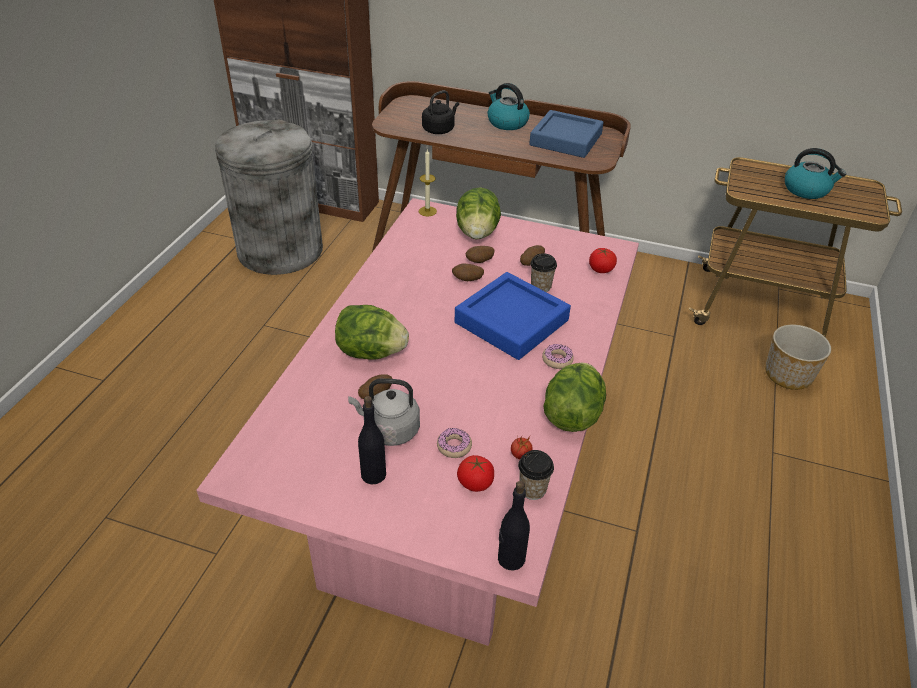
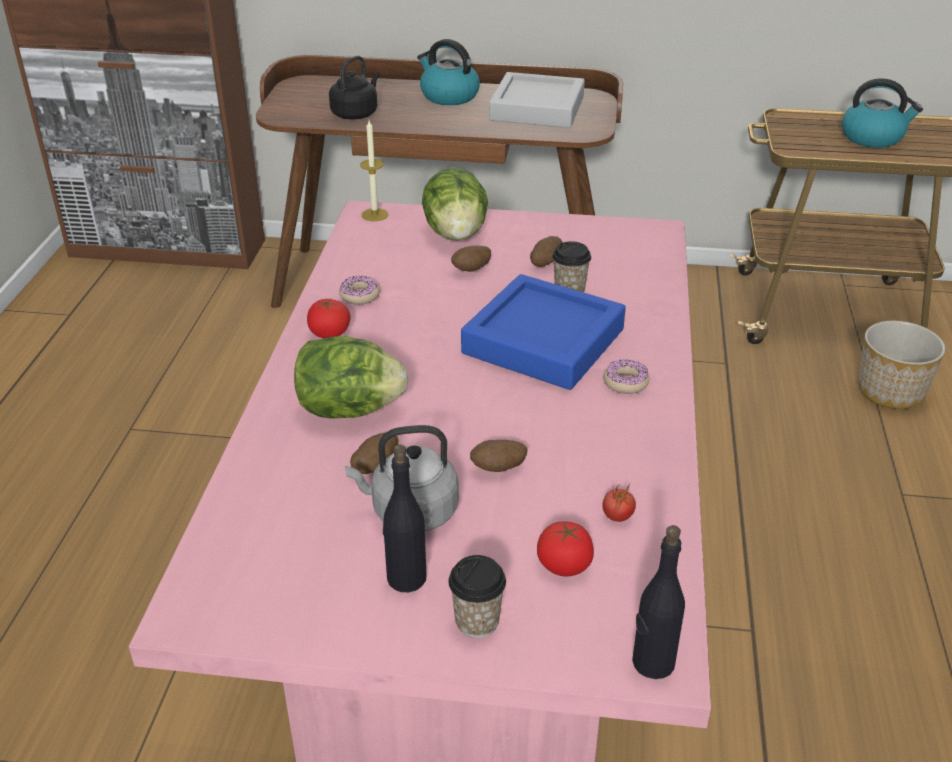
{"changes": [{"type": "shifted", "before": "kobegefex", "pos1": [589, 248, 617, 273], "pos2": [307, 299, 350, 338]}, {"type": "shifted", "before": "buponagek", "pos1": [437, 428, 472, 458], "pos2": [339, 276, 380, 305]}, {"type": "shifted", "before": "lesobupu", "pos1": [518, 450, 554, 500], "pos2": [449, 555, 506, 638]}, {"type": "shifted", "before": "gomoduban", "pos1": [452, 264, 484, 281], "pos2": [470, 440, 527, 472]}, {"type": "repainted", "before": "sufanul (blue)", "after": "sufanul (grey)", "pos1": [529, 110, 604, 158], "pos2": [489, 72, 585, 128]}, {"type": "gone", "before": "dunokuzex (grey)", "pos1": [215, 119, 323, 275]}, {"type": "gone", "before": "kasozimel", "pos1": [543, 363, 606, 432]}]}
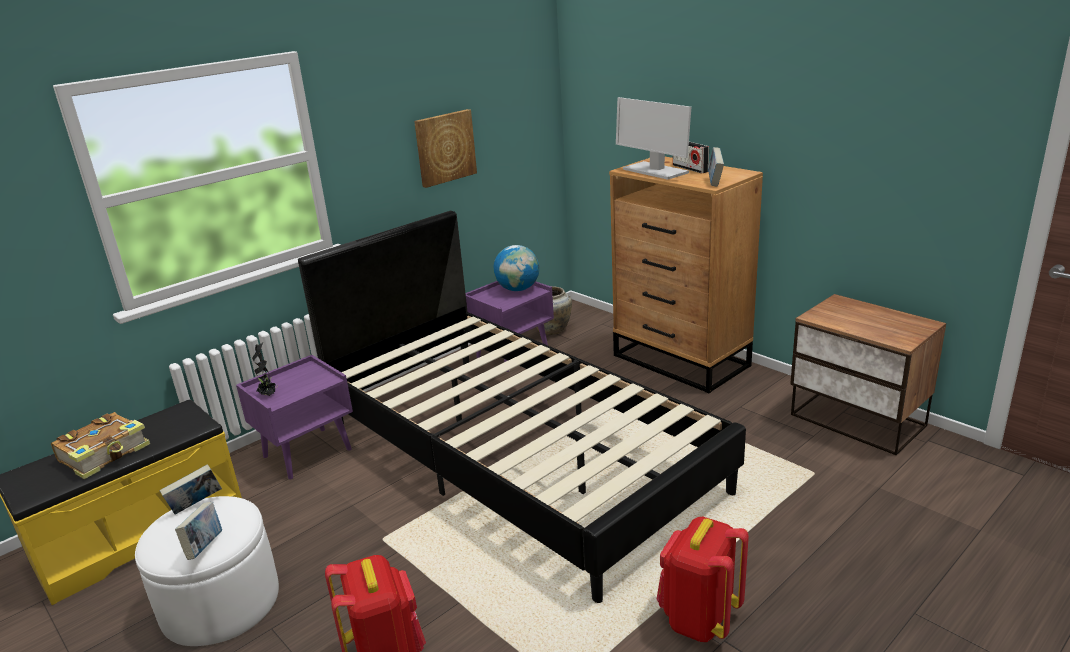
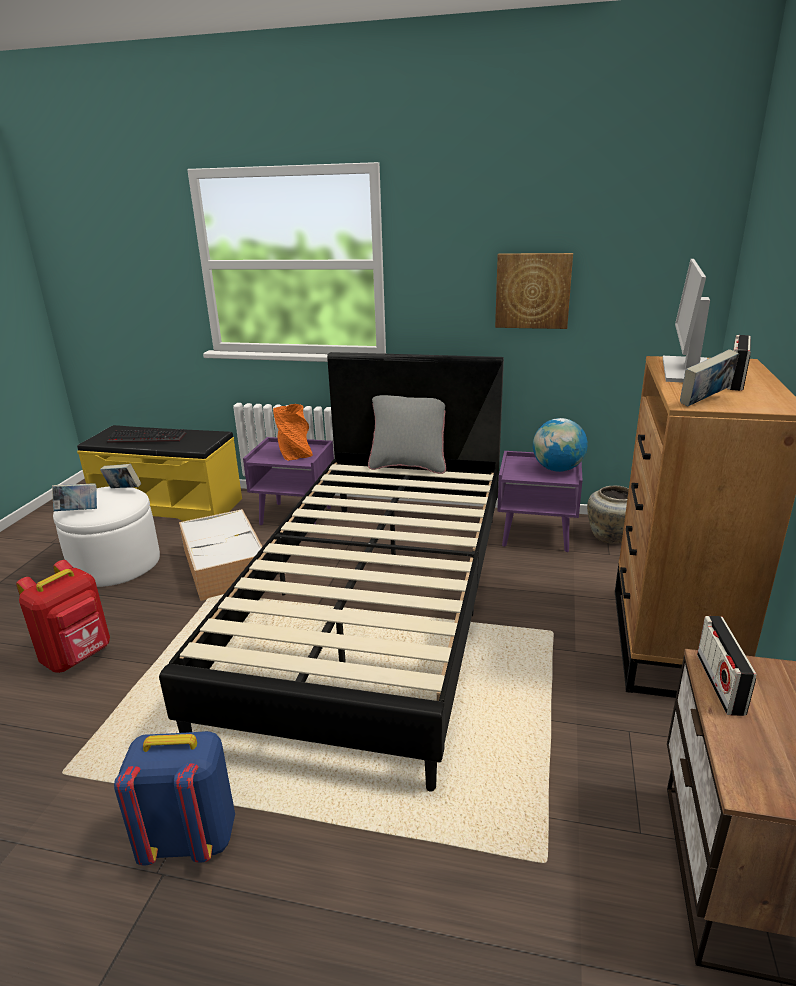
{"changes": [{"type": "swapped", "before": "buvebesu", "after": "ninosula", "pos1": [51, 412, 150, 479], "pos2": [107, 429, 186, 443]}, {"type": "repainted", "before": "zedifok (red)", "after": "zedifok (blue)", "pos1": [657, 517, 749, 642], "pos2": [114, 731, 235, 865]}, {"type": "new", "after": "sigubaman", "pos2": [179, 509, 263, 601]}, {"type": "new", "after": "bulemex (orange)", "pos2": [273, 404, 313, 461]}, {"type": "new", "after": "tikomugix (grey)", "pos2": [368, 395, 446, 474]}, {"type": "new", "after": "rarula", "pos2": [697, 616, 756, 716]}, {"type": "gone", "before": "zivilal", "pos1": [252, 342, 276, 396]}]}
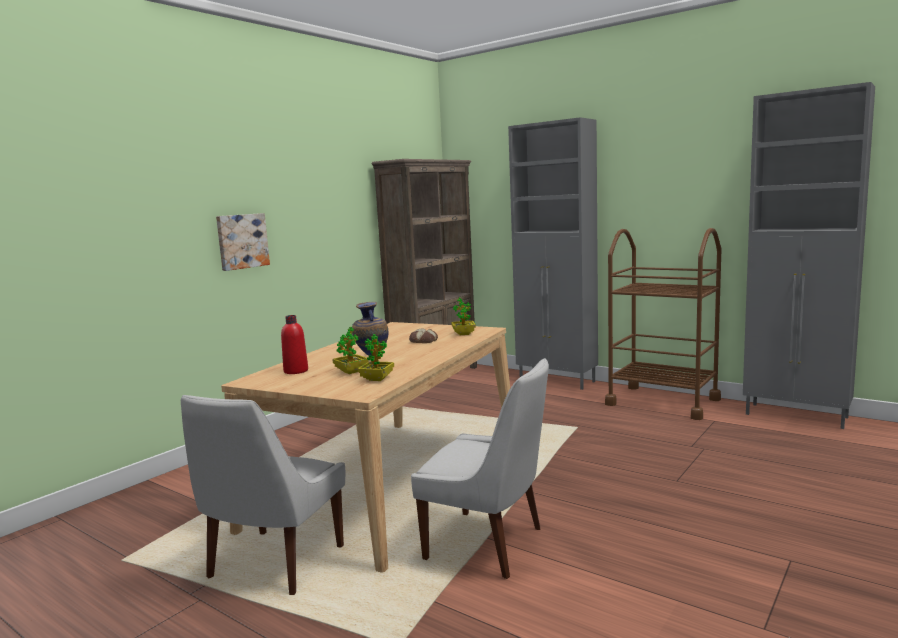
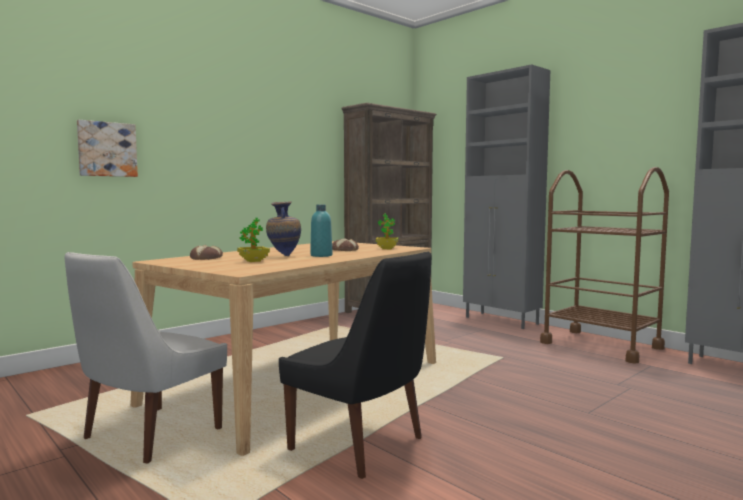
{"changes": [{"type": "shifted", "before": "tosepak", "pos1": [216, 213, 270, 271], "pos2": [77, 120, 138, 177]}, {"type": "swapped", "before": "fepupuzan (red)", "after": "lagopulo", "pos1": [281, 315, 308, 374], "pos2": [190, 245, 223, 260]}, {"type": "repainted", "before": "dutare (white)", "after": "dutare (black)", "pos1": [411, 358, 549, 579], "pos2": [279, 251, 432, 479]}, {"type": "new", "after": "fepupuzan (turquoise)", "pos2": [310, 204, 333, 257]}, {"type": "gone", "before": "zivilal", "pos1": [358, 334, 394, 381]}]}
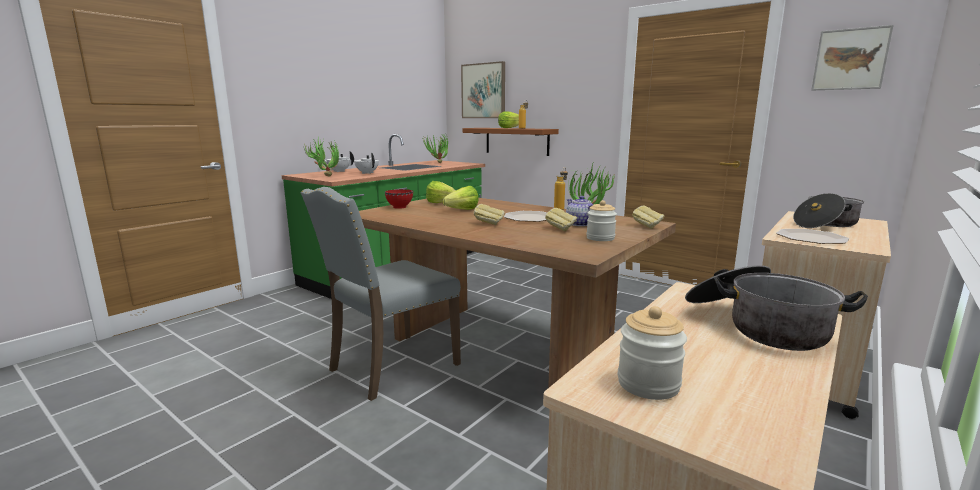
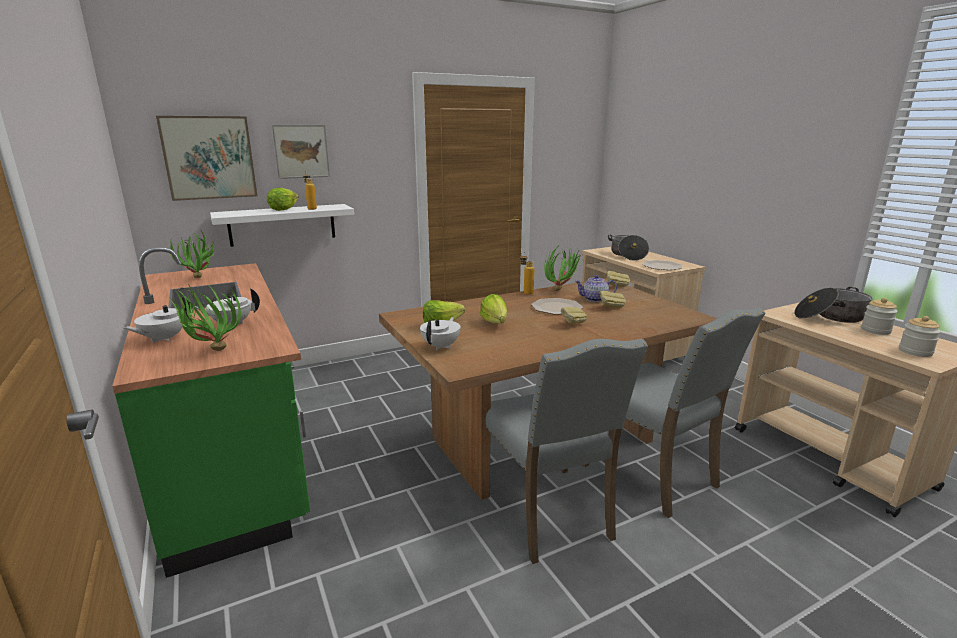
{"changes": [{"type": "repainted", "before": "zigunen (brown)", "after": "zigunen (white)", "pos1": [462, 128, 559, 156], "pos2": [210, 204, 354, 247]}, {"type": "shifted", "before": "tosepak", "pos1": [811, 25, 894, 90], "pos2": [272, 125, 330, 179]}, {"type": "swapped", "before": "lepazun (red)", "after": "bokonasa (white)", "pos1": [385, 189, 413, 209], "pos2": [420, 317, 461, 350]}, {"type": "new", "after": "dutare (grey)", "pos2": [583, 308, 766, 518]}, {"type": "shifted", "before": "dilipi", "pos1": [586, 200, 617, 241], "pos2": [861, 298, 898, 335]}]}
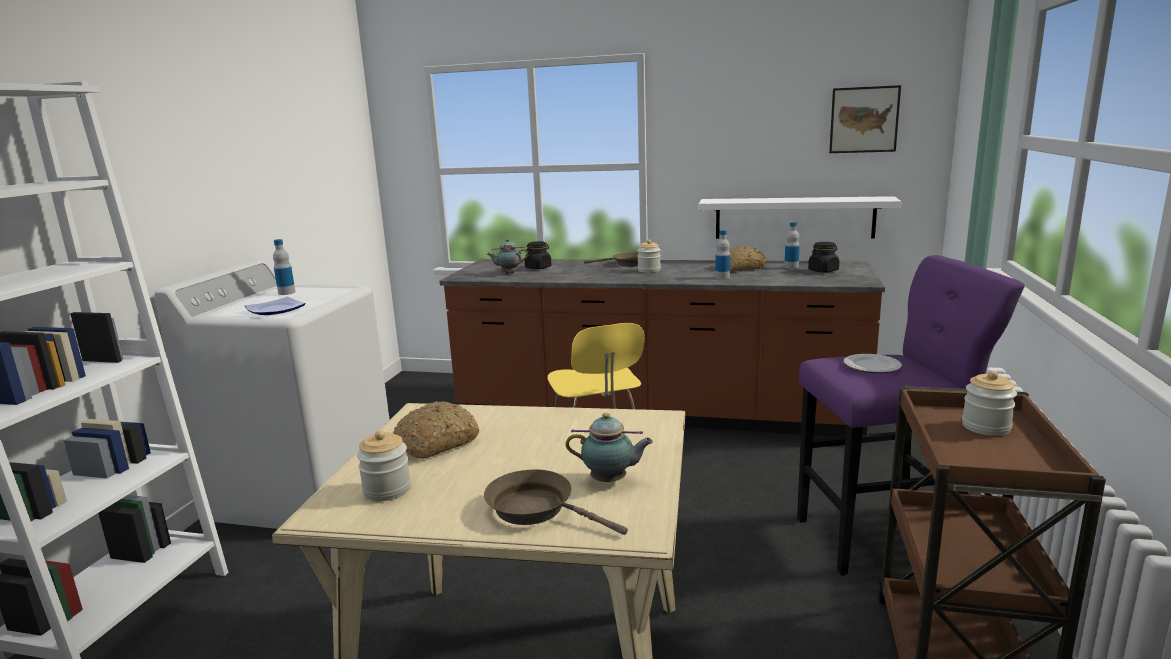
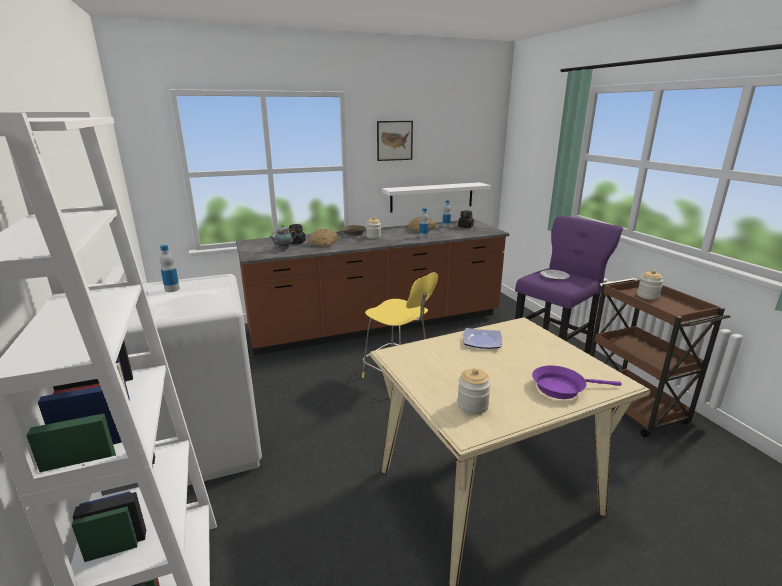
{"changes": [{"type": "shifted", "before": "lagopulo", "pos1": [393, 401, 479, 459], "pos2": [309, 229, 338, 247]}, {"type": "shifted", "before": "tosepak", "pos1": [829, 85, 901, 153], "pos2": [377, 121, 413, 161]}, {"type": "shifted", "before": "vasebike", "pos1": [245, 297, 306, 315], "pos2": [463, 328, 502, 349]}, {"type": "repainted", "before": "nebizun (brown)", "after": "nebizun (purple)", "pos1": [484, 469, 628, 535], "pos2": [532, 365, 622, 399]}, {"type": "gone", "before": "bokonasa", "pos1": [566, 413, 653, 482]}]}
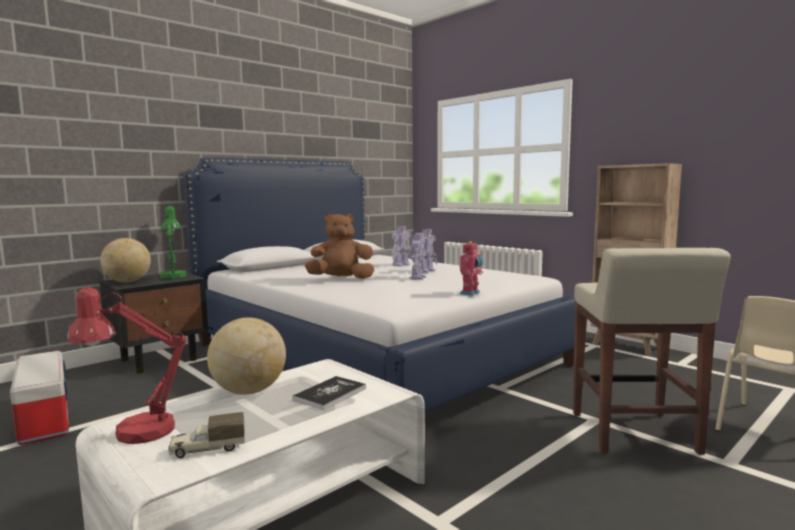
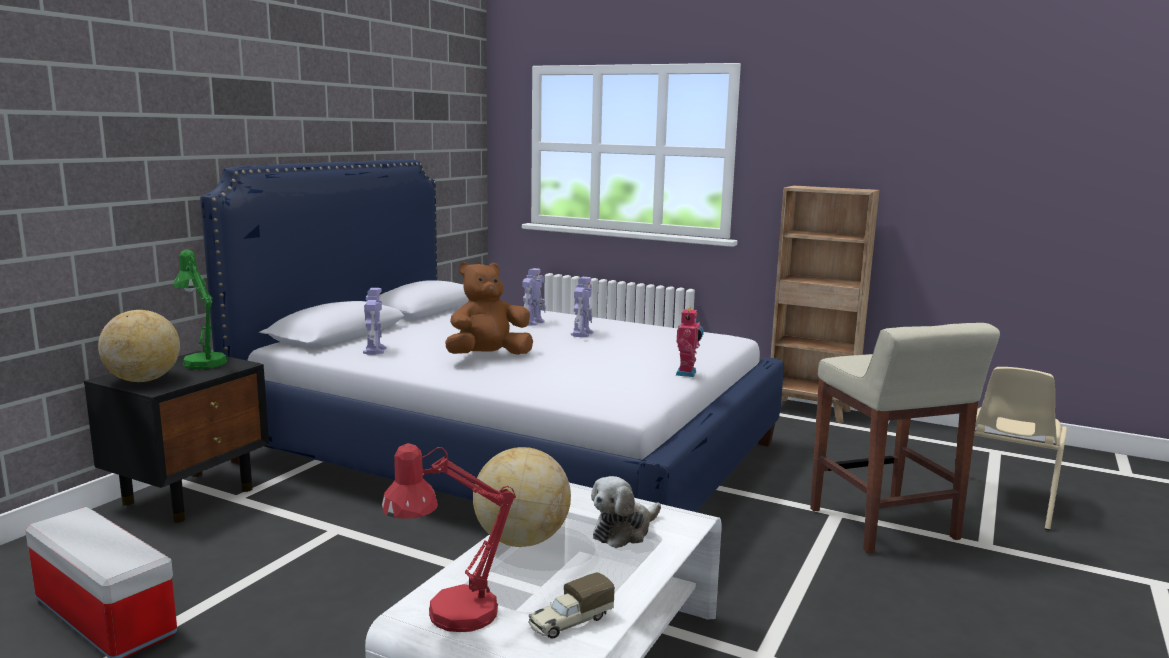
{"changes": [{"type": "shifted", "before": "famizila", "pos1": [409, 233, 426, 280], "pos2": [363, 288, 386, 355]}, {"type": "swapped", "before": "buvebesu", "after": "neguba", "pos1": [292, 376, 366, 410], "pos2": [591, 476, 661, 548]}]}
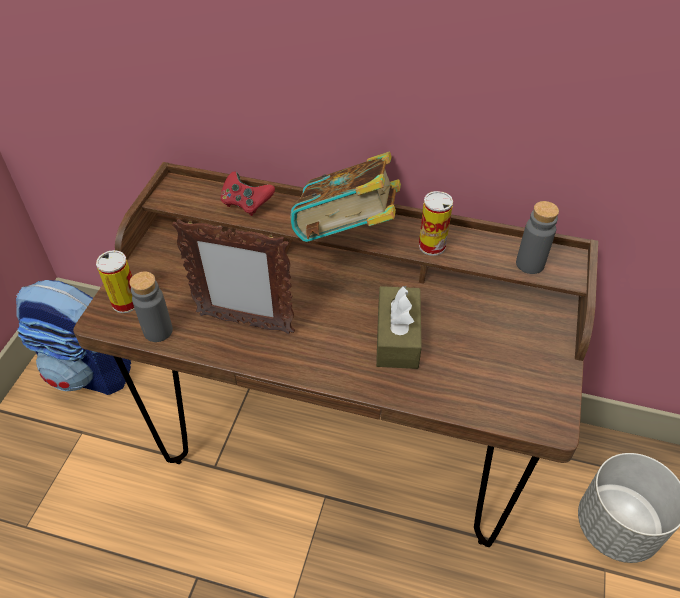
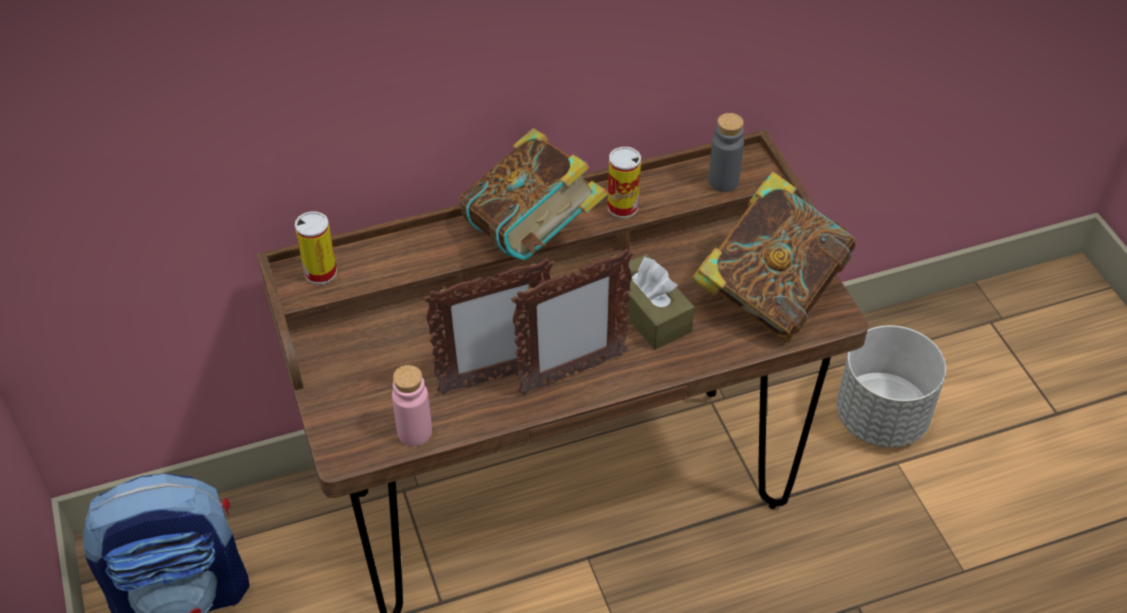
{"changes": [{"type": "shifted", "before": "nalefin", "pos1": [96, 250, 135, 313], "pos2": [295, 211, 337, 285]}, {"type": "repainted", "before": "fepupuzan (grey)", "after": "fepupuzan (pink)", "pos1": [129, 272, 173, 342], "pos2": [392, 365, 432, 446]}, {"type": "new", "after": "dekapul", "pos2": [511, 249, 633, 395]}, {"type": "new", "after": "buvebesu", "pos2": [692, 172, 856, 339]}, {"type": "gone", "before": "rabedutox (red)", "pos1": [221, 171, 275, 216]}]}
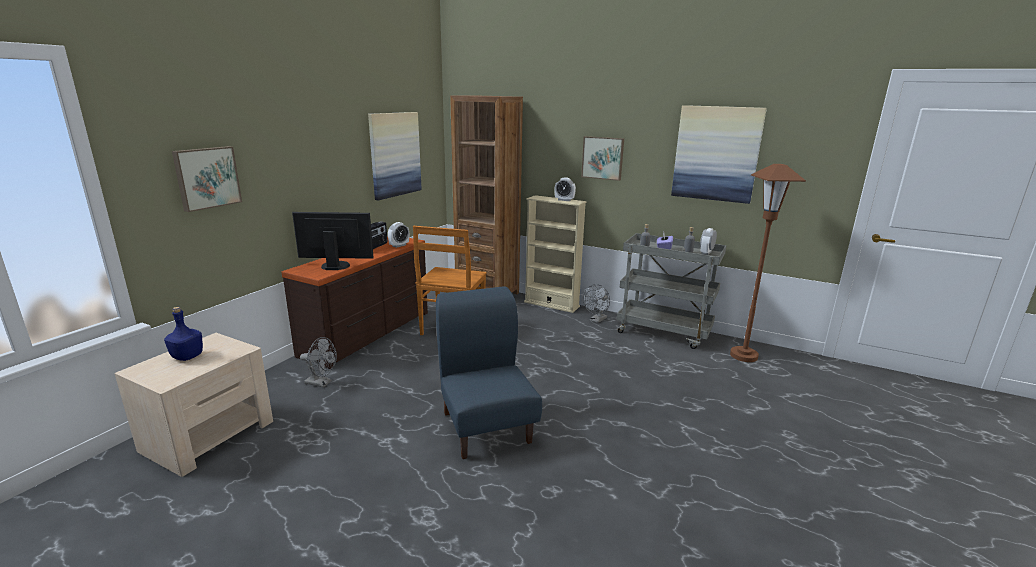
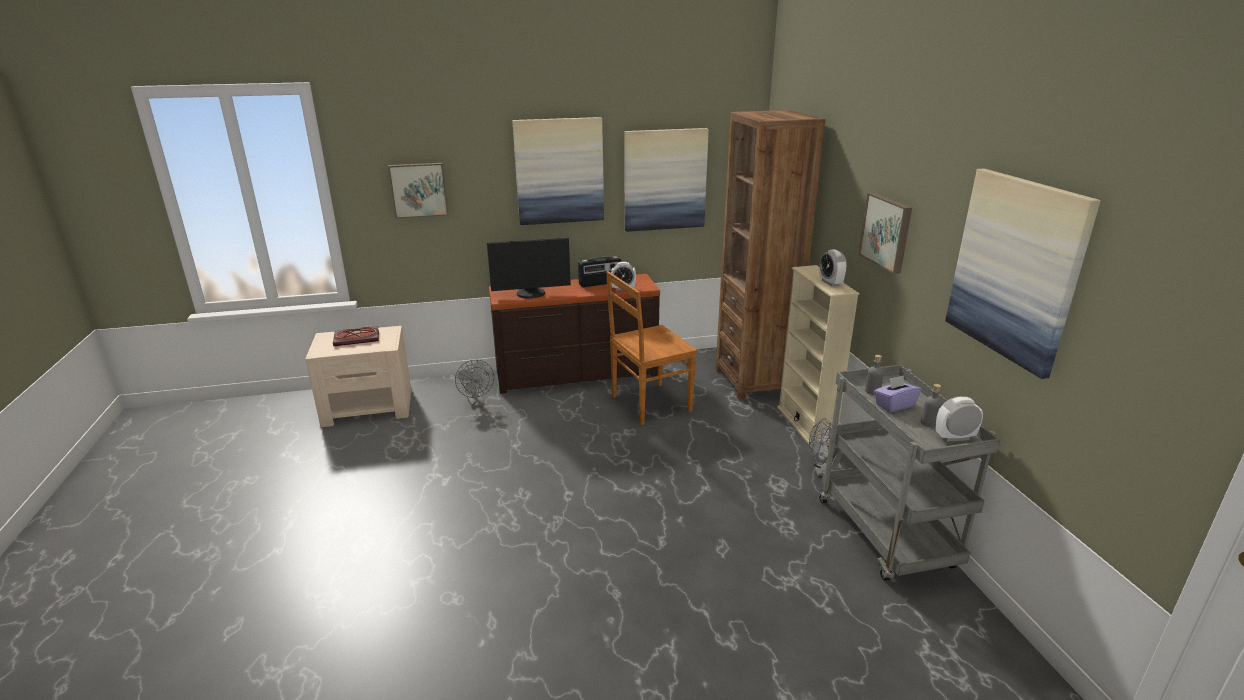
{"changes": [{"type": "swapped", "before": "fepupuzan (blue)", "after": "buvebesu", "pos1": [164, 307, 203, 361], "pos2": [333, 326, 379, 346]}, {"type": "rotated", "before": "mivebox", "pos1": [292, 212, 374, 270], "pos2": [487, 238, 571, 299], "turn": 120}, {"type": "new", "after": "tosepak", "pos2": [512, 117, 604, 225]}, {"type": "gone", "before": "dutare (blue)", "pos1": [436, 286, 542, 459]}, {"type": "gone", "before": "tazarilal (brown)", "pos1": [730, 164, 806, 362]}]}
